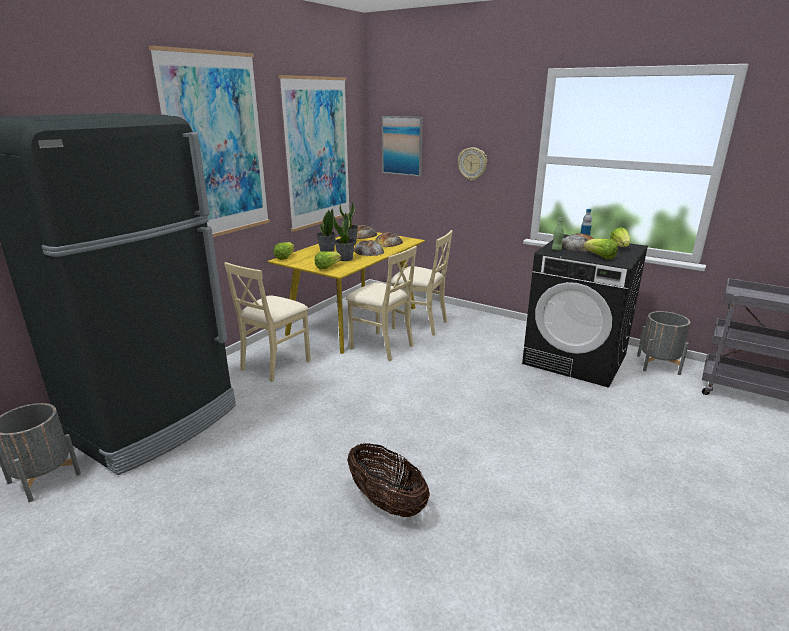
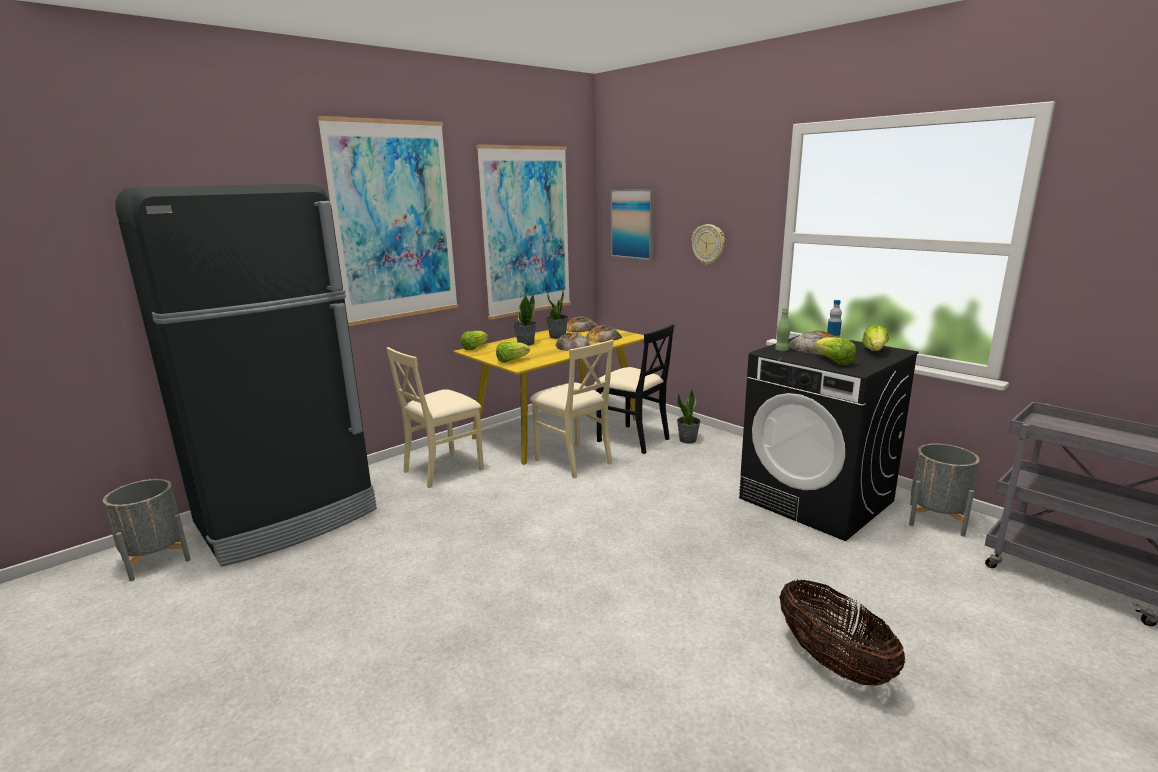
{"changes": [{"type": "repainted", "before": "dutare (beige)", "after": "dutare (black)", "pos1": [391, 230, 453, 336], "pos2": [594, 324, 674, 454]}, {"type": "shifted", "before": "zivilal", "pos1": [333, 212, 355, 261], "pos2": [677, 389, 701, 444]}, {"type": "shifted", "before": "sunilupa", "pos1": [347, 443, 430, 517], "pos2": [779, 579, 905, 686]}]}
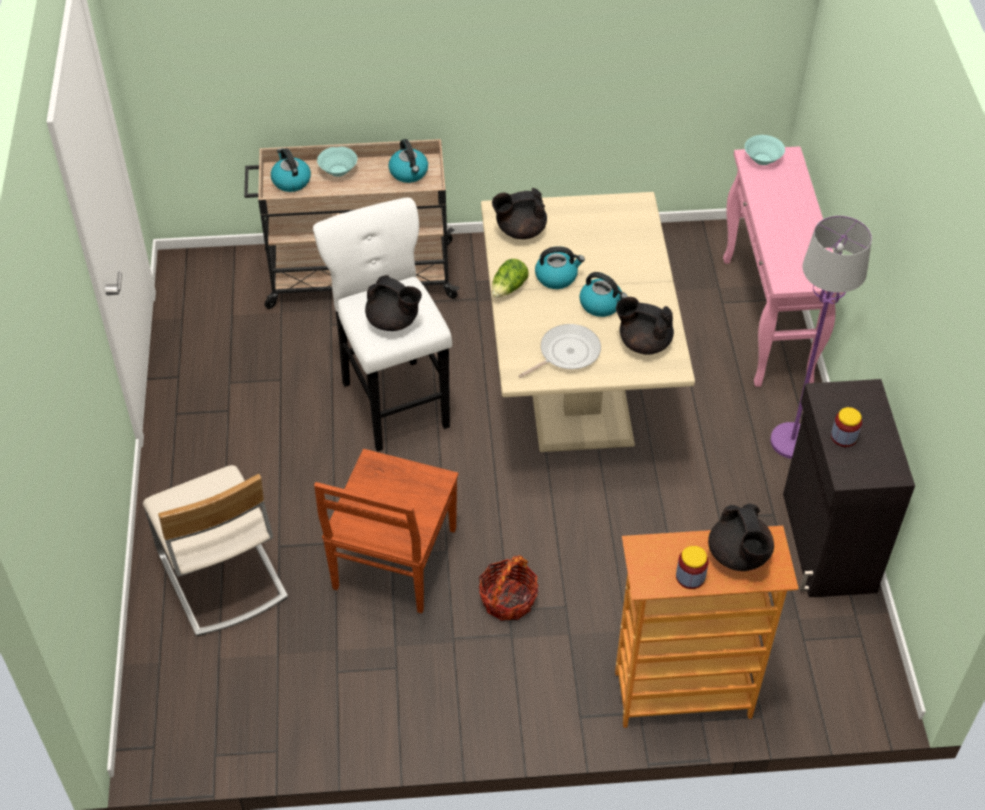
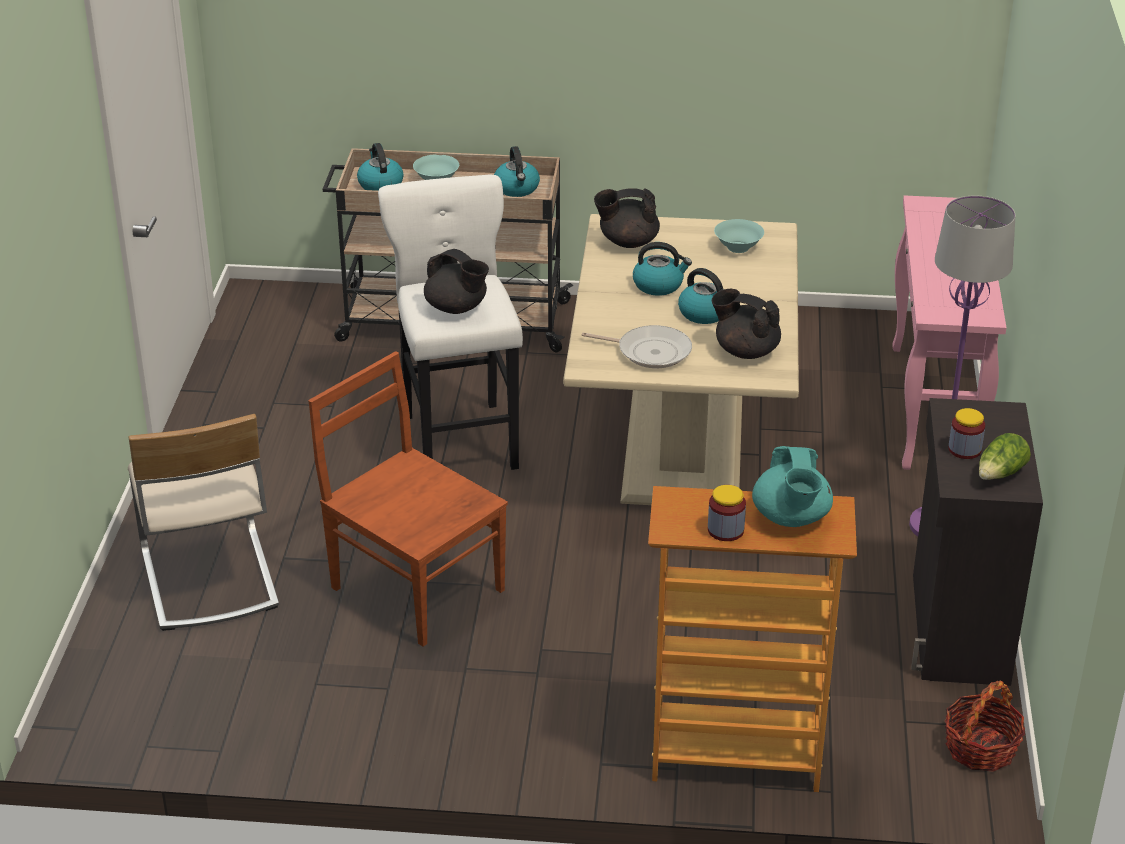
{"changes": [{"type": "rotated", "before": "dutare (brown)", "pos1": [314, 449, 458, 614], "pos2": [308, 352, 508, 647], "turn": 105}, {"type": "rotated", "before": "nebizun", "pos1": [519, 324, 601, 378], "pos2": [581, 325, 692, 368], "turn": 45}, {"type": "shifted", "before": "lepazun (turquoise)", "pos1": [745, 135, 785, 165], "pos2": [714, 219, 764, 253]}, {"type": "repainted", "before": "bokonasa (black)", "after": "bokonasa (turquoise)", "pos1": [708, 503, 774, 571], "pos2": [752, 446, 833, 527]}, {"type": "shifted", "before": "sunilupa", "pos1": [478, 555, 538, 621], "pos2": [945, 681, 1025, 772]}, {"type": "shifted", "before": "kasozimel", "pos1": [492, 259, 529, 298], "pos2": [979, 433, 1031, 480]}]}
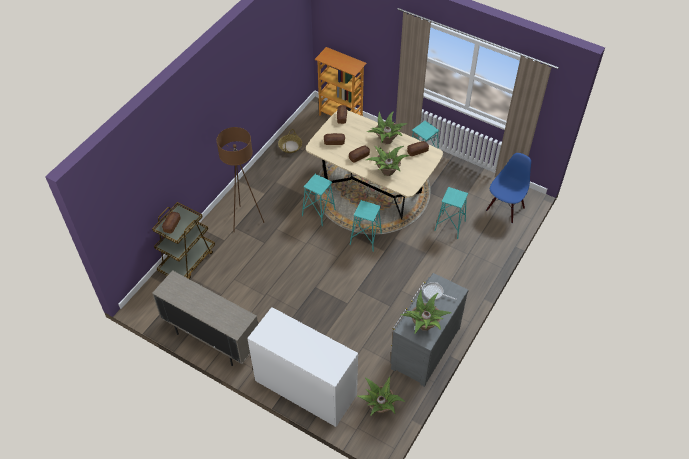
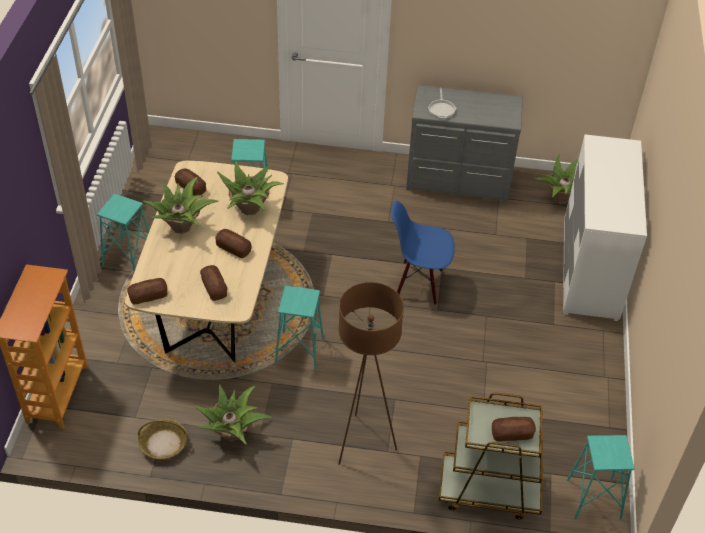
{"changes": [{"type": "shifted", "before": "zivilal", "pos1": [400, 290, 451, 334], "pos2": [194, 384, 271, 445]}, {"type": "shifted", "before": "dutare (blue)", "pos1": [486, 153, 531, 223], "pos2": [391, 201, 455, 305]}, {"type": "shifted", "before": "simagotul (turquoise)", "pos1": [350, 200, 382, 252], "pos2": [567, 435, 635, 520]}, {"type": "gone", "before": "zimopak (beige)", "pos1": [152, 270, 258, 366]}]}
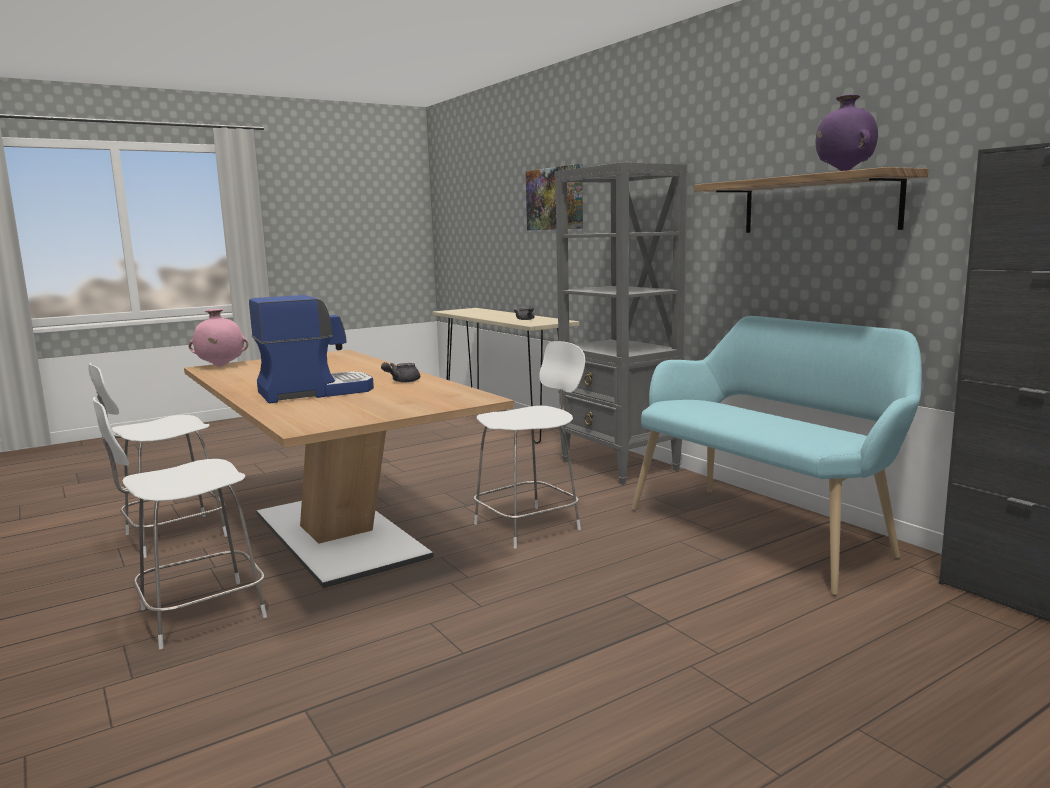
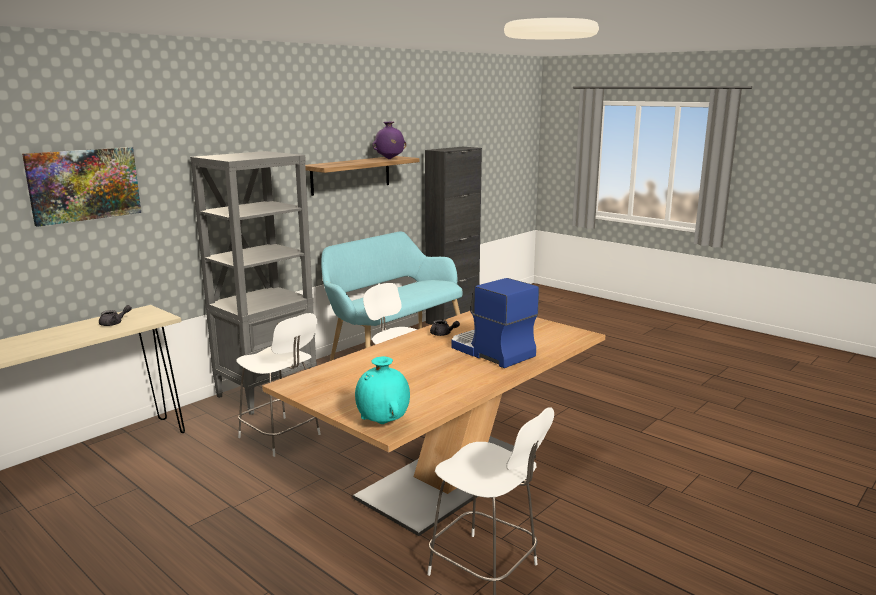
{"changes": [{"type": "shifted", "before": "dutare (white)", "pos1": [93, 397, 267, 649], "pos2": [236, 313, 321, 457]}, {"type": "repainted", "before": "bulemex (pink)", "after": "bulemex (turquoise)", "pos1": [188, 309, 249, 367], "pos2": [355, 356, 410, 424]}]}
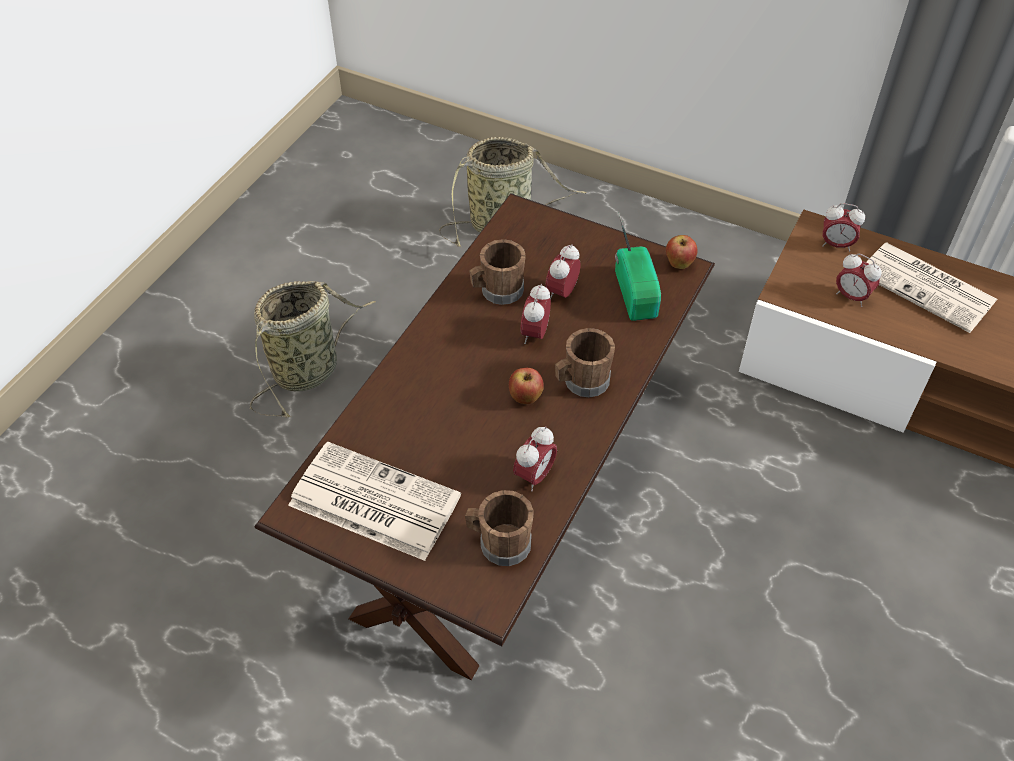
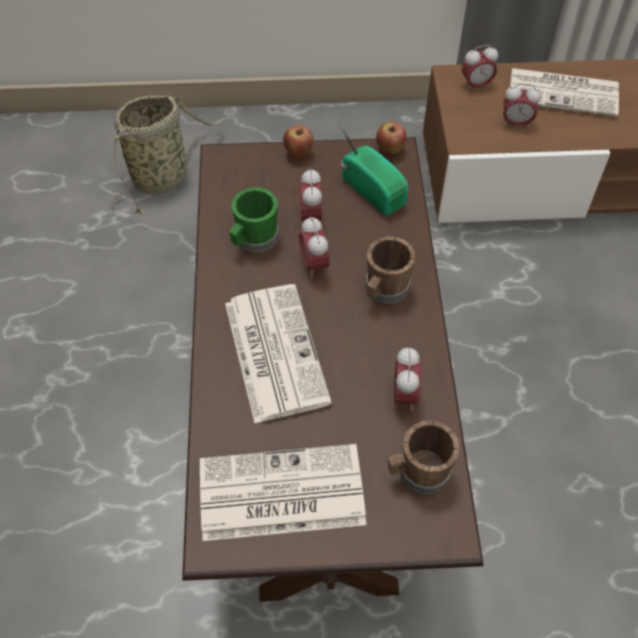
{"changes": [{"type": "new", "after": "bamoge", "pos2": [225, 284, 332, 423]}, {"type": "repainted", "before": "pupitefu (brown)", "after": "pupitefu (green)", "pos1": [469, 239, 526, 305], "pos2": [229, 187, 279, 253]}, {"type": "shifted", "before": "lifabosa", "pos1": [509, 368, 544, 404], "pos2": [283, 125, 314, 158]}, {"type": "gone", "before": "sunilupa", "pos1": [250, 281, 376, 418]}]}
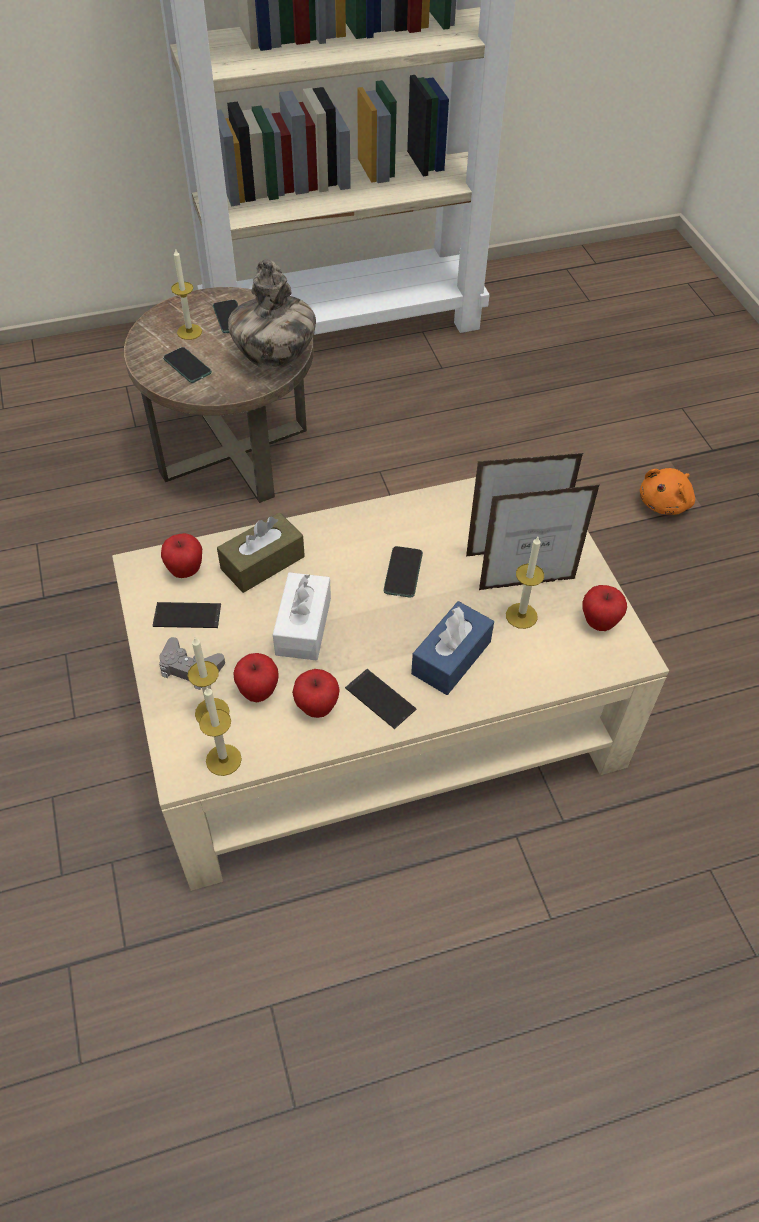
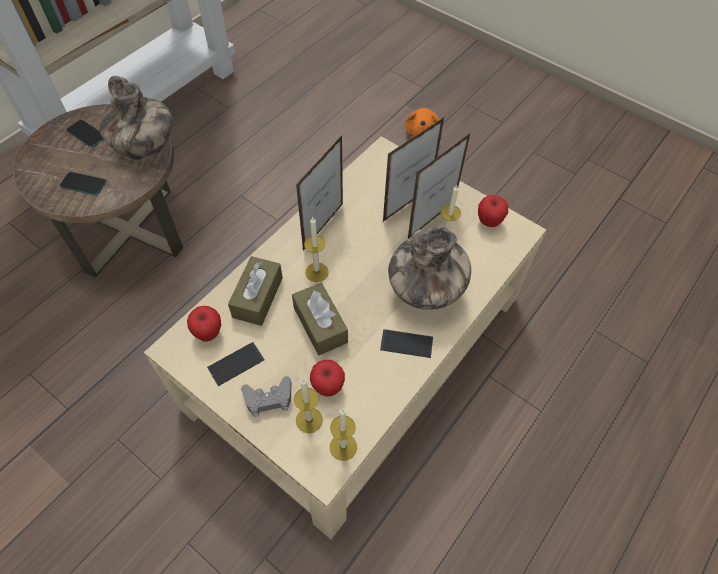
{"changes": [{"type": "repainted", "before": "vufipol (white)", "after": "vufipol (brown)", "pos1": [273, 572, 331, 661], "pos2": [292, 283, 348, 355]}, {"type": "new", "after": "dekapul", "pos2": [296, 135, 343, 251]}, {"type": "shifted", "before": "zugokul", "pos1": [171, 248, 202, 340], "pos2": [304, 217, 329, 282]}, {"type": "swapped", "before": "vufipol (blue)", "after": "bulemex", "pos1": [411, 601, 494, 695], "pos2": [388, 226, 471, 310]}, {"type": "gone", "before": "lifabosa", "pos1": [292, 669, 340, 718]}, {"type": "gone", "before": "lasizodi", "pos1": [383, 546, 423, 598]}]}
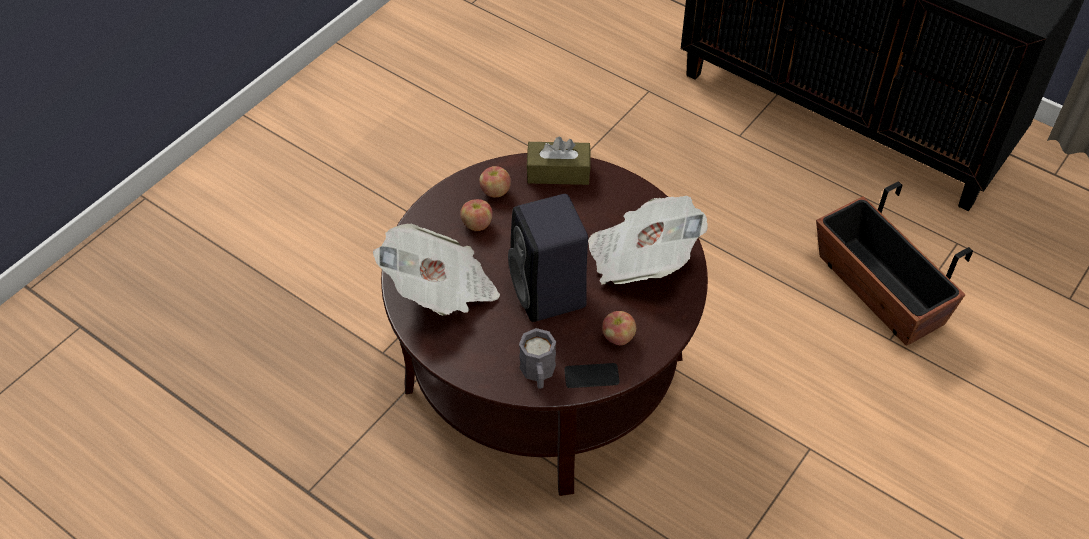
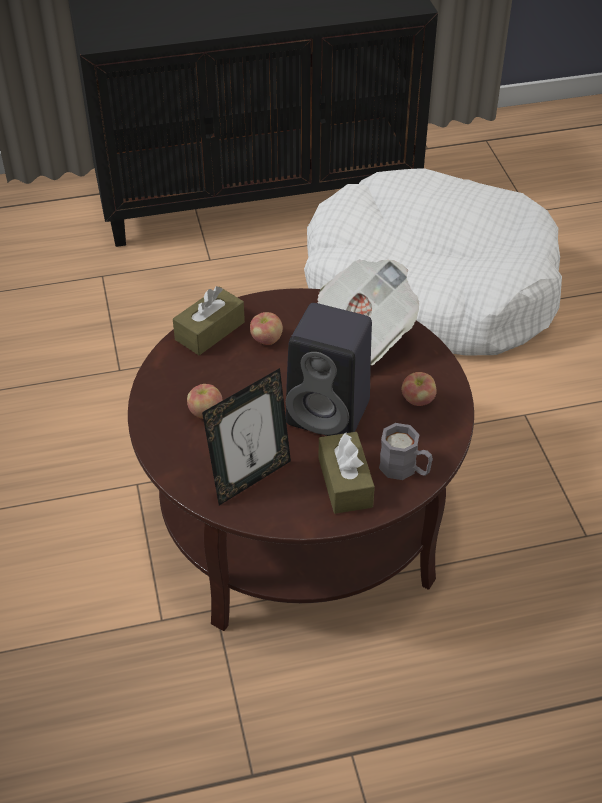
{"changes": [{"type": "swapped", "before": "bamoge", "after": "dekapul", "pos1": [373, 224, 500, 316], "pos2": [202, 368, 291, 505]}, {"type": "shifted", "before": "lifabosa", "pos1": [479, 166, 511, 197], "pos2": [250, 312, 283, 345]}, {"type": "swapped", "before": "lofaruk", "after": "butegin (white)", "pos1": [816, 181, 973, 346], "pos2": [304, 168, 562, 356]}, {"type": "new", "after": "vufipol (brown)", "pos2": [319, 432, 375, 514]}, {"type": "gone", "before": "lasizodi", "pos1": [564, 363, 620, 388]}]}
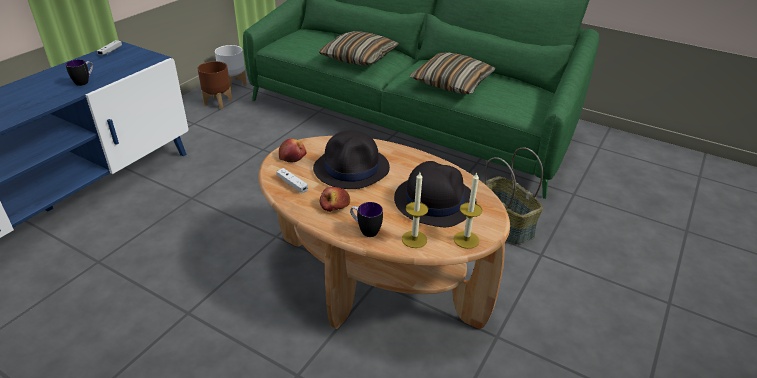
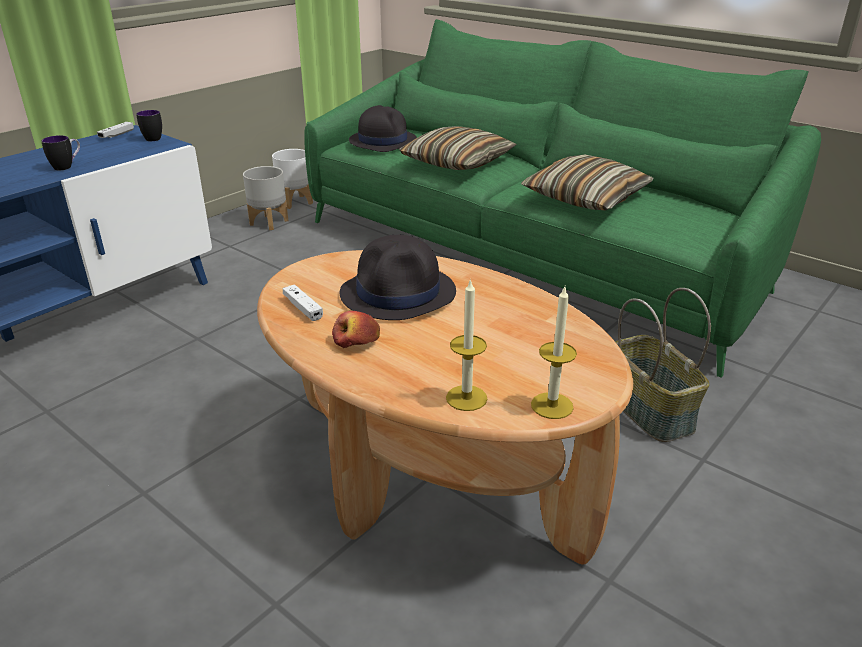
{"changes": [{"type": "shifted", "before": "pupitefu", "pos1": [350, 202, 383, 237], "pos2": [136, 110, 162, 141]}, {"type": "repainted", "before": "lofaruk (brown)", "after": "lofaruk (grey)", "pos1": [197, 61, 232, 109], "pos2": [243, 166, 288, 230]}, {"type": "shifted", "before": "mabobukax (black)", "pos1": [394, 161, 477, 227], "pos2": [349, 105, 417, 152]}, {"type": "gone", "before": "lifabosa", "pos1": [279, 138, 306, 162]}]}
